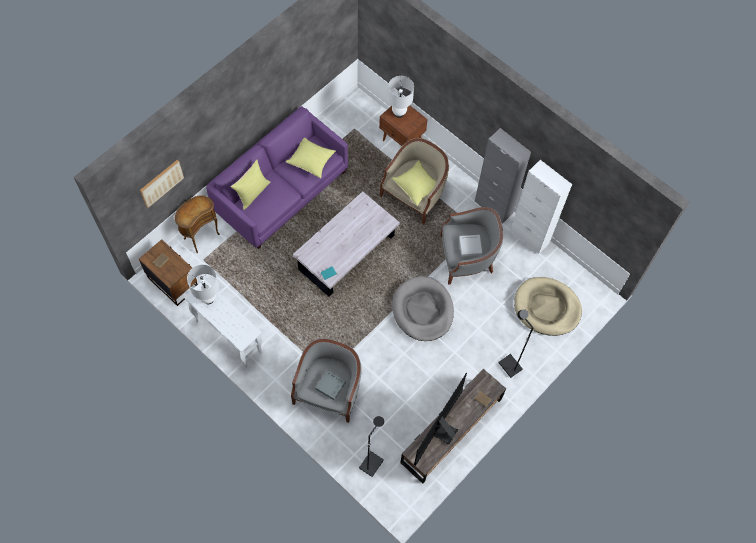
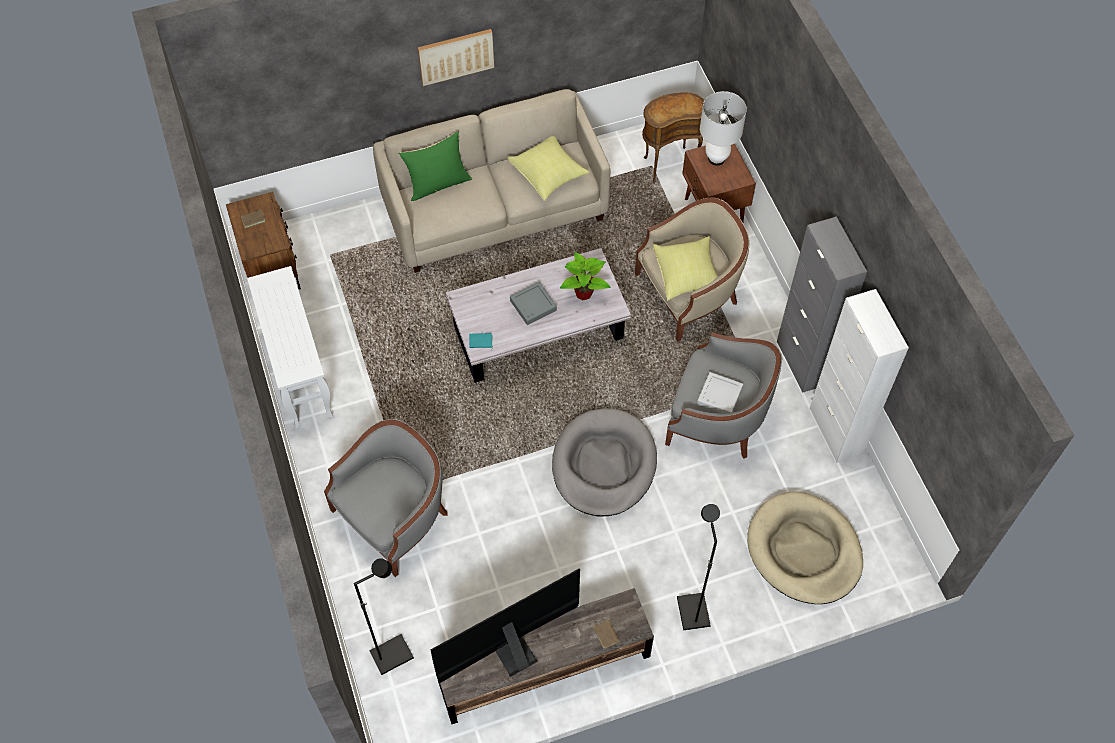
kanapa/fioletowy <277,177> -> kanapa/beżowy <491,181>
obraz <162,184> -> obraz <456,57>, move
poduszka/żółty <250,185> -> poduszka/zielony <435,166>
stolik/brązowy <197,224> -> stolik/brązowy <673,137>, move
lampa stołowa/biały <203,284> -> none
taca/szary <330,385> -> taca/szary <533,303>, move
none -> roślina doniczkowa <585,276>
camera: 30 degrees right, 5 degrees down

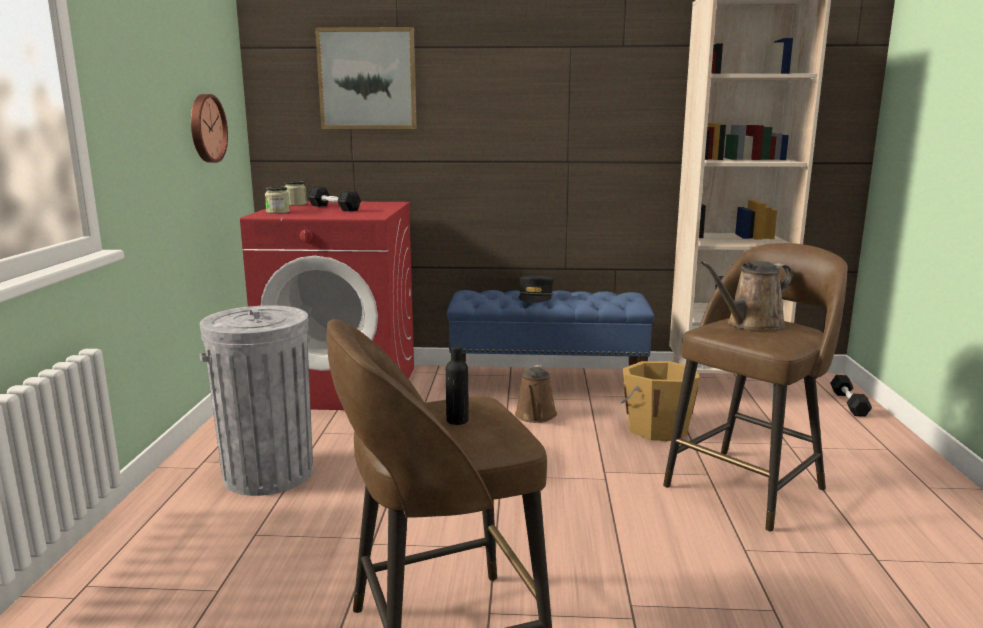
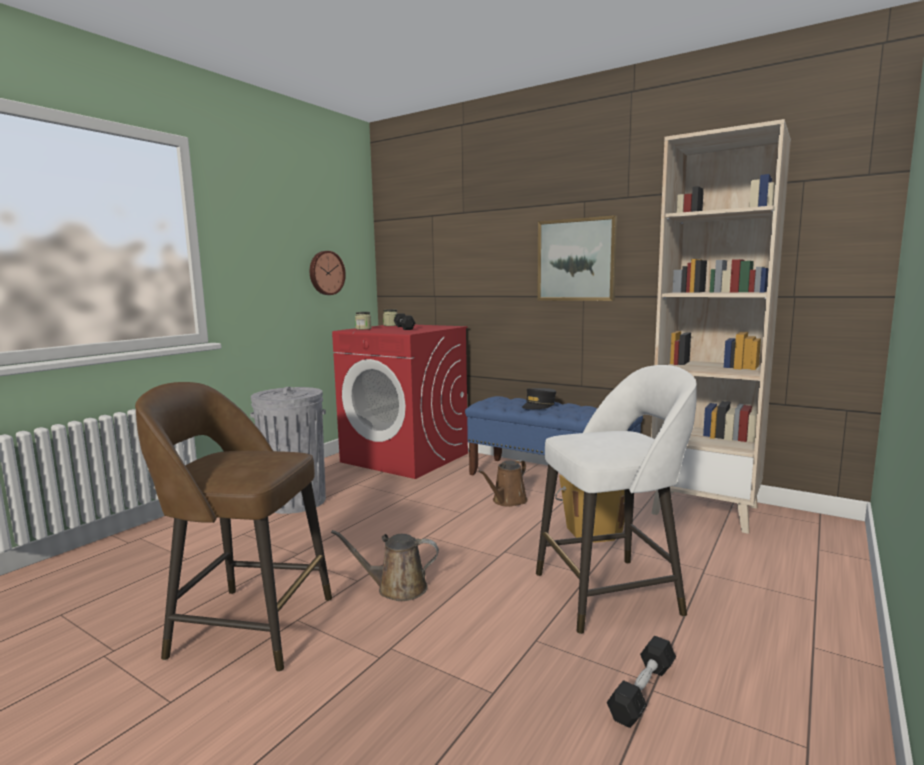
obraz <366,78> -> obraz <577,258>, move
stołek/brązowy <755,387> -> stołek/biały <616,499>
konewka/brązowy <746,295> -> konewka/brązowy <385,565>, move
butelka/czarny <457,385> -> none
hantel/czarny <851,396> -> hantel/czarny <641,682>, move
camera: 30 degrees right, 5 degrees down

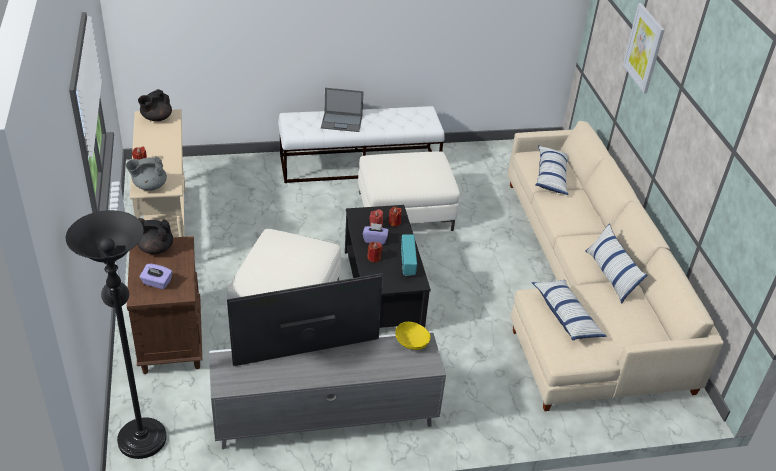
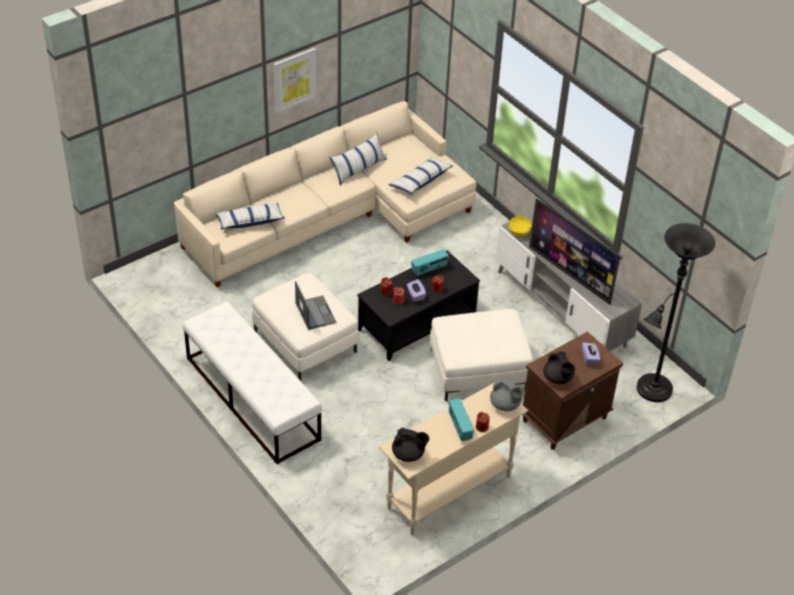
obraz <643,48> -> obraz <294,80>, move
laptop <342,110> -> laptop <316,305>, move
none -> radio <461,419>
camera: 115 degrees left, 5 degrees up

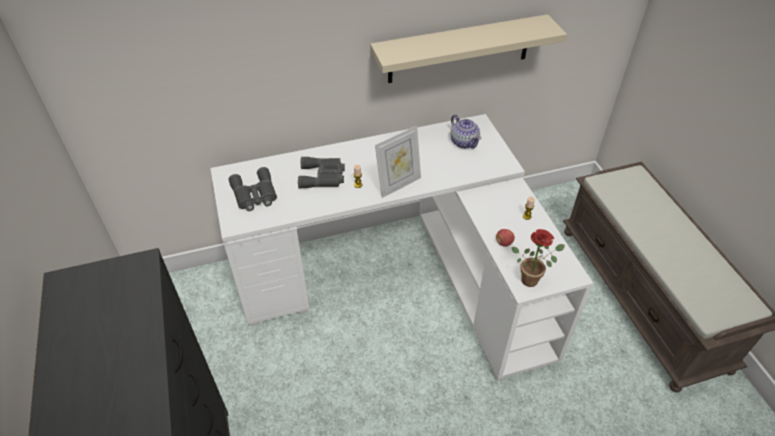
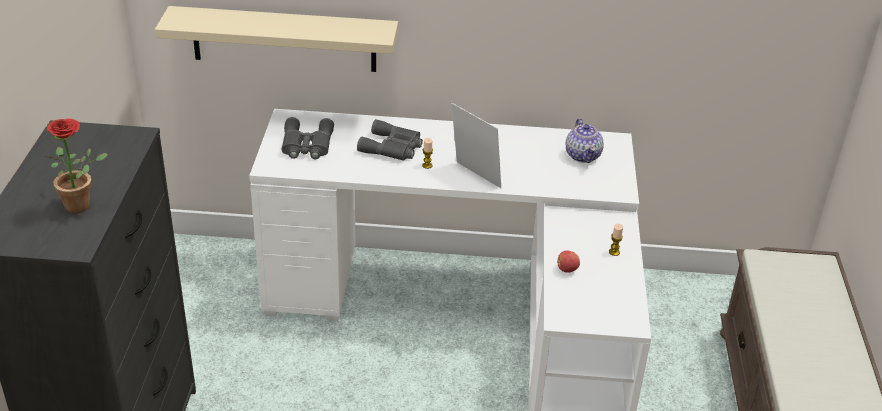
półka/beżowy <468,48> -> półka/beżowy <276,39>, move
ramka na zdjęcie <398,162> -> ramka na zdjęcie <476,145>, 120 degrees counterclockwise
roślina doniczkowa <538,258> -> roślina doniczkowa <76,166>, move
camera: 20 degrees right, 10 degrees down

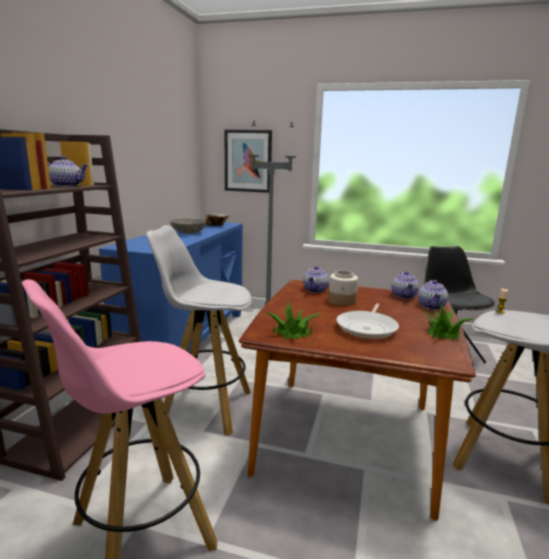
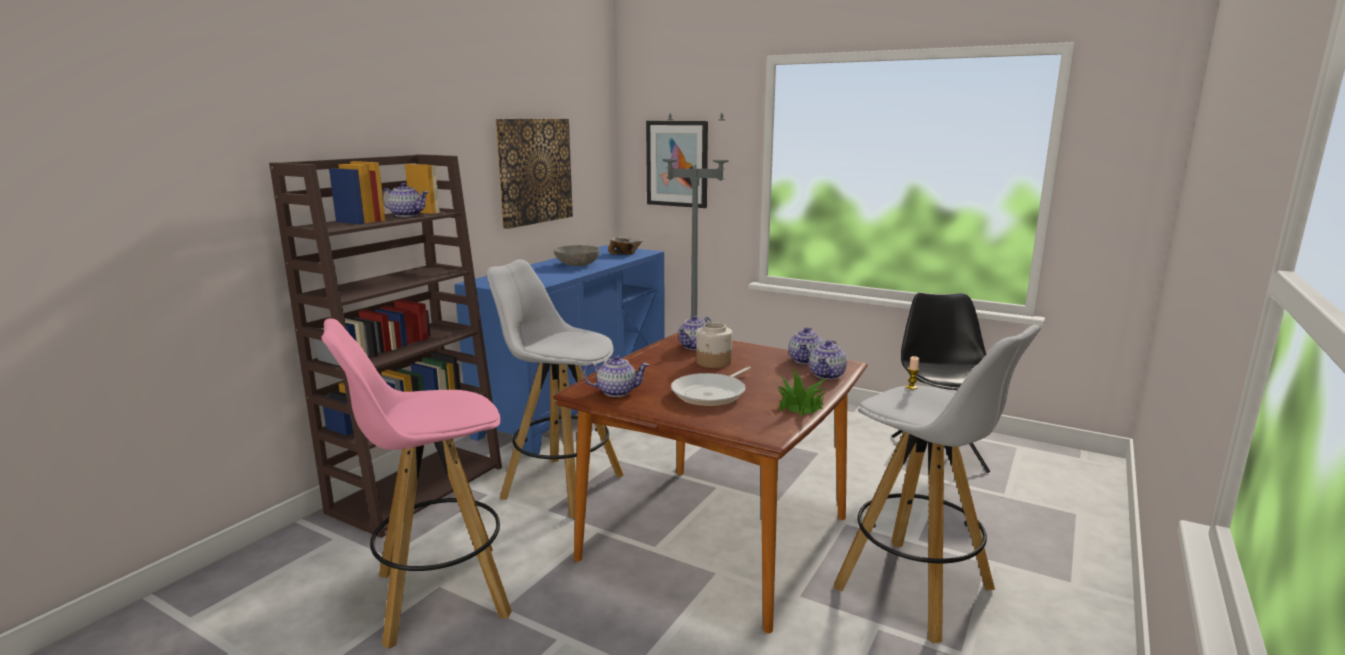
roślina doniczkowa <293,319> -> imbryk <616,376>
none -> obraz <534,174>
camera: 15 degrees right, 0 degrees up

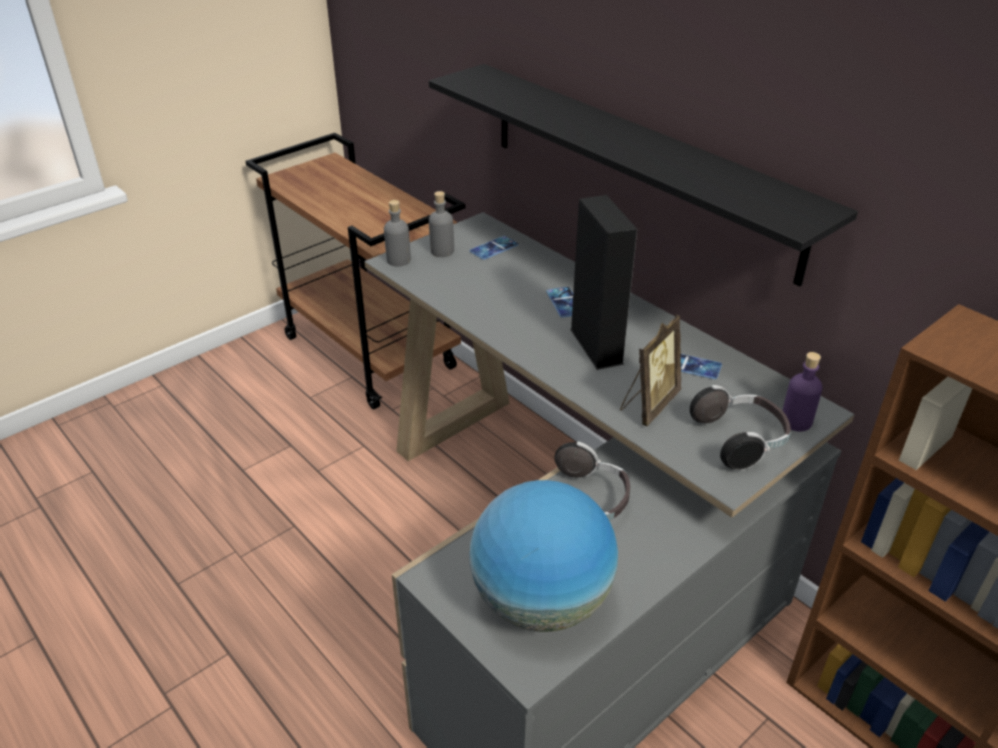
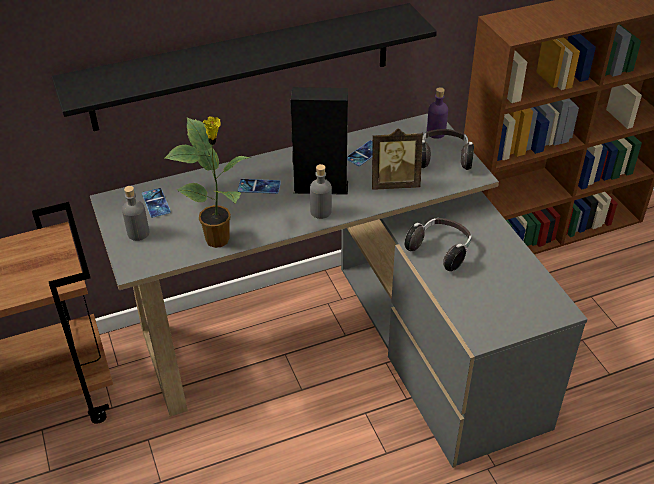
butelka/szary <397,233> -> butelka/szary <321,191>, move
ramka na zdjęcie <650,370> -> ramka na zdjęcie <397,159>, 120 degrees clockwise
globus <544,556> -> none
none -> roślina doniczkowa <208,182>
camera: 70 degrees left, 5 degrees up

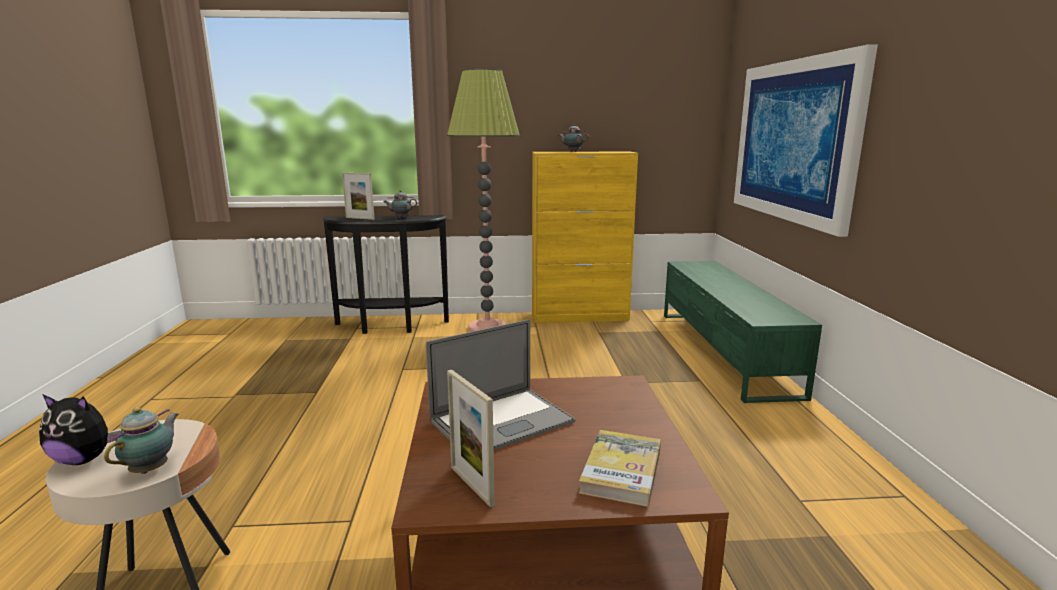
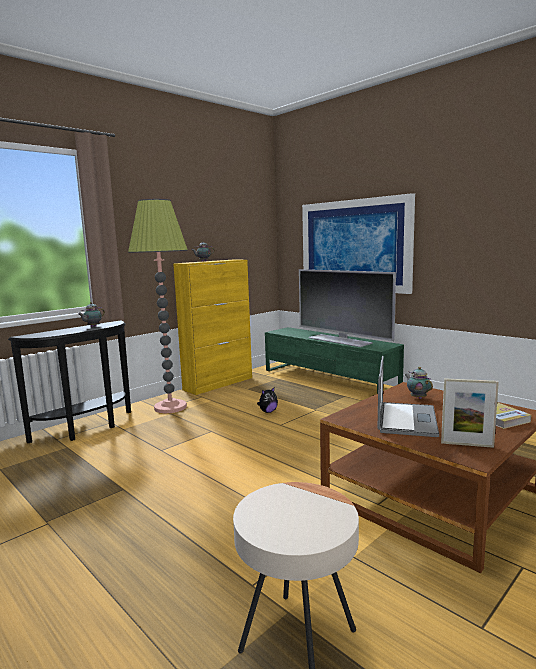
ramka na zdjęcie <358,196> -> none
pluszak <80,429> -> pluszak <267,400>, move
imbryk <141,440> -> imbryk <419,383>, move
none -> telewizor <347,308>
camera: 40 degrees left, 5 degrees down

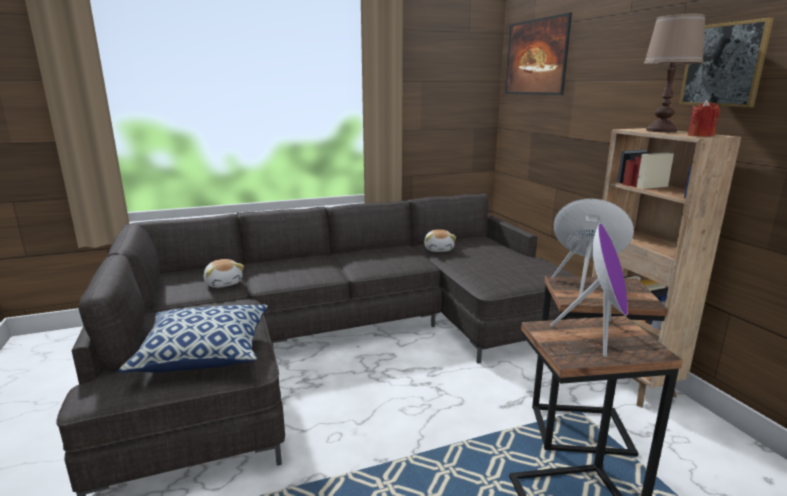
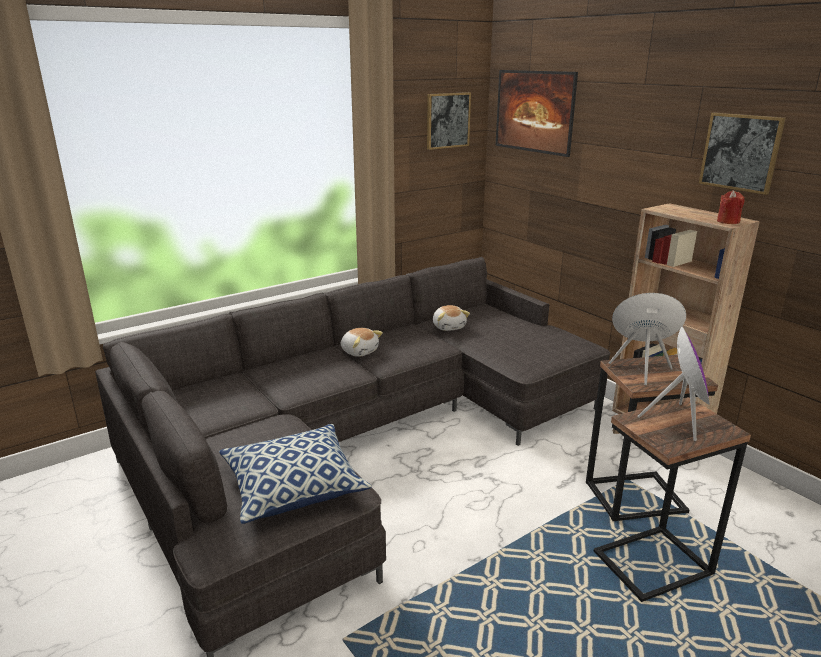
lampa stołowa/brązowy <675,73> -> none
pluszak <223,273> -> pluszak <362,342>, move
none -> obraz <449,121>
camera: 15 degrees left, 5 degrees up

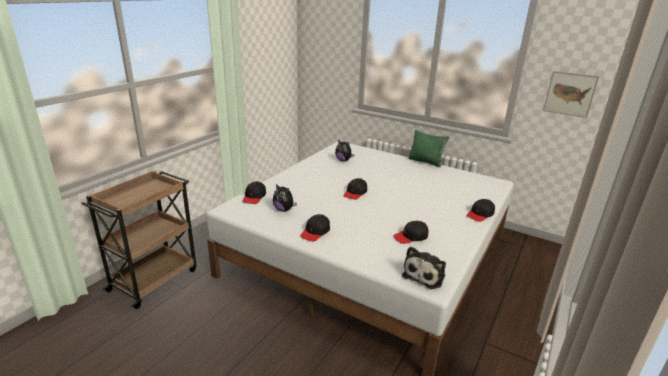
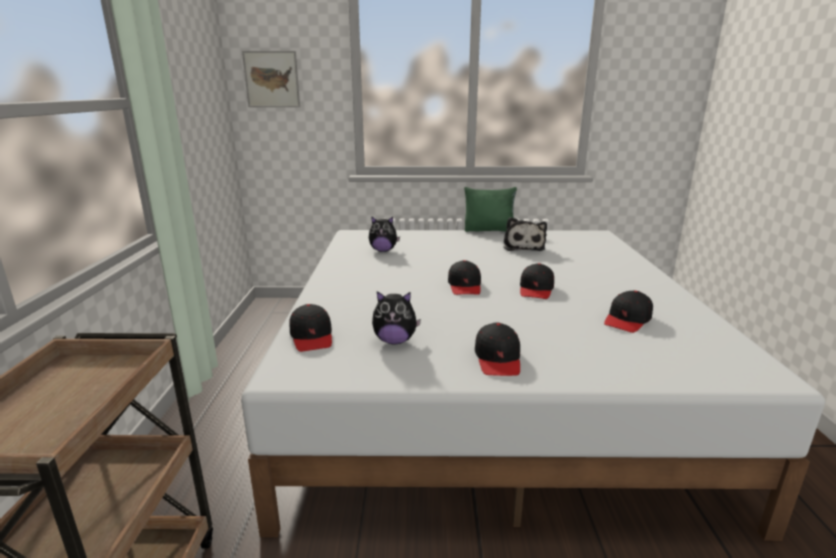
obraz <571,94> -> obraz <271,79>, move
czapka z daszkiem/czarny <480,210> -> czapka z daszkiem/czarny <537,281>, move
pluszak <424,267> -> pluszak <525,234>, move
camera: 30 degrees left, 5 degrees down

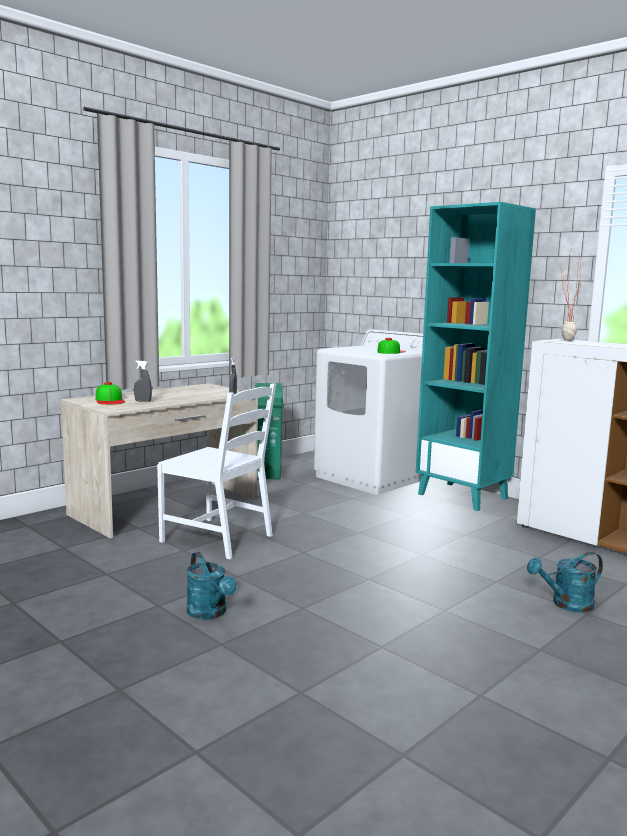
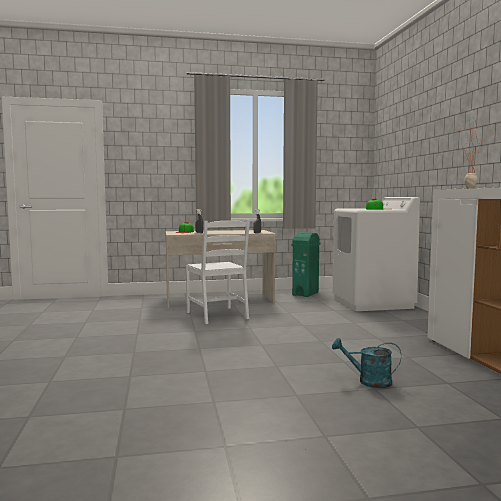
regał/turkusowy <476,356> -> none
konewka/turkusowy <211,586> -> none
camera: 35 degrees right, 5 degrees down

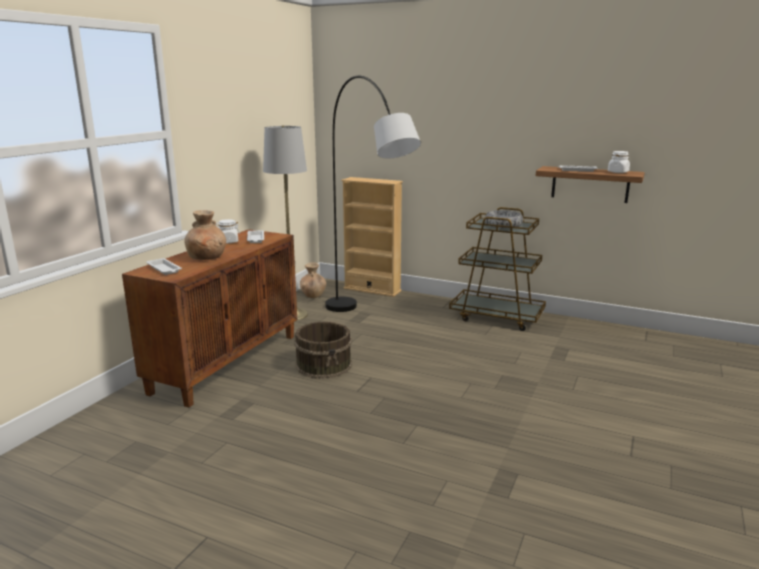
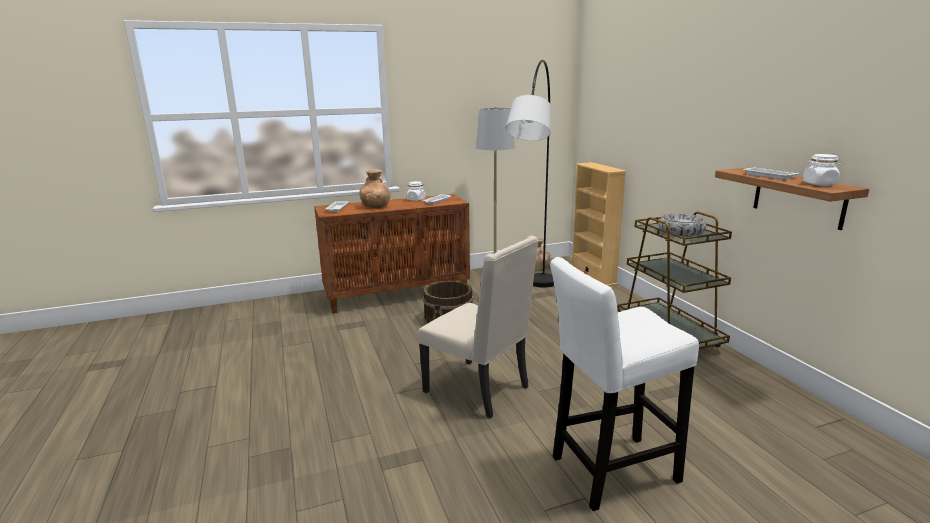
none -> krzesło/beżowy <478,327>
none -> stołek/biały <624,384>
camera: 45 degrees right, 0 degrees up

